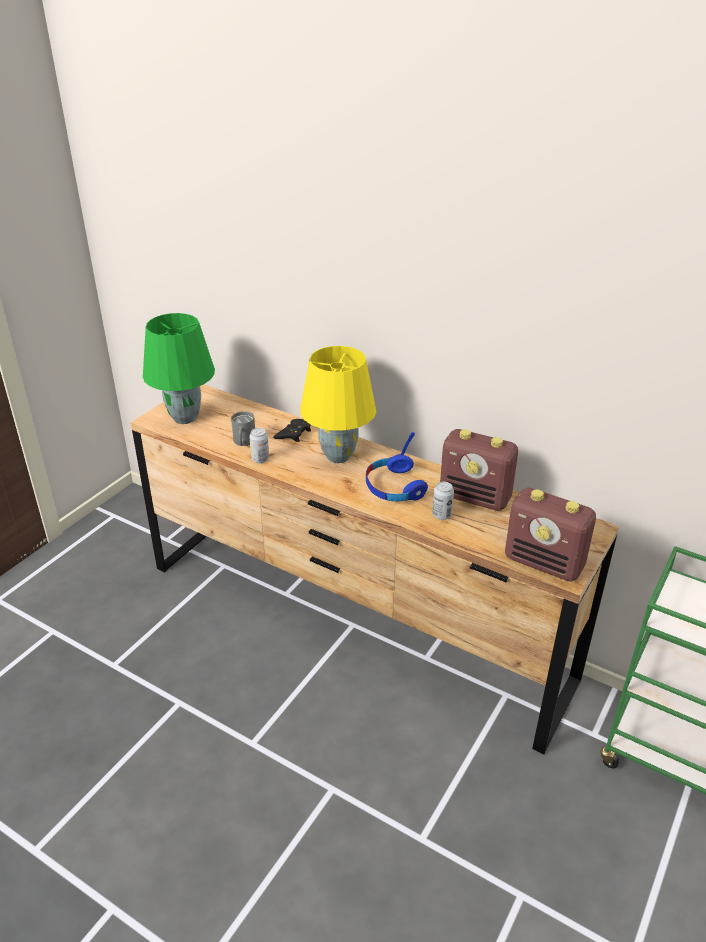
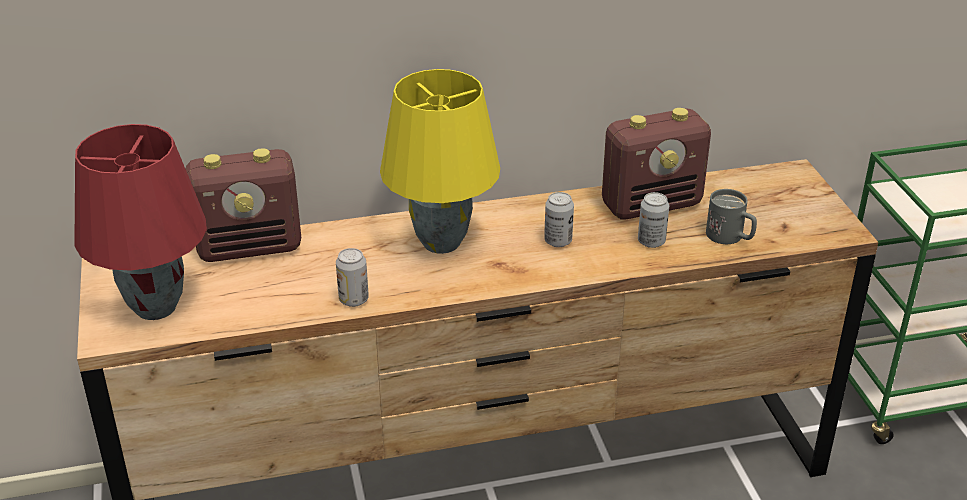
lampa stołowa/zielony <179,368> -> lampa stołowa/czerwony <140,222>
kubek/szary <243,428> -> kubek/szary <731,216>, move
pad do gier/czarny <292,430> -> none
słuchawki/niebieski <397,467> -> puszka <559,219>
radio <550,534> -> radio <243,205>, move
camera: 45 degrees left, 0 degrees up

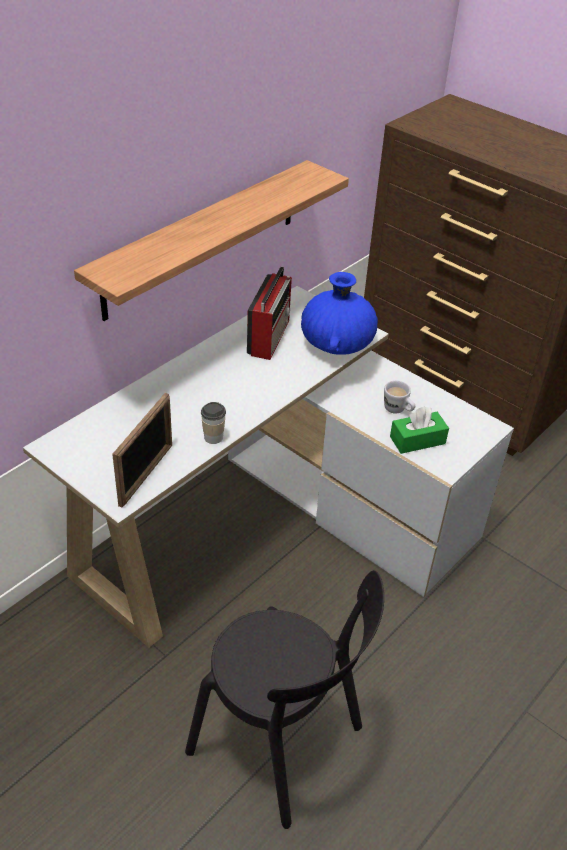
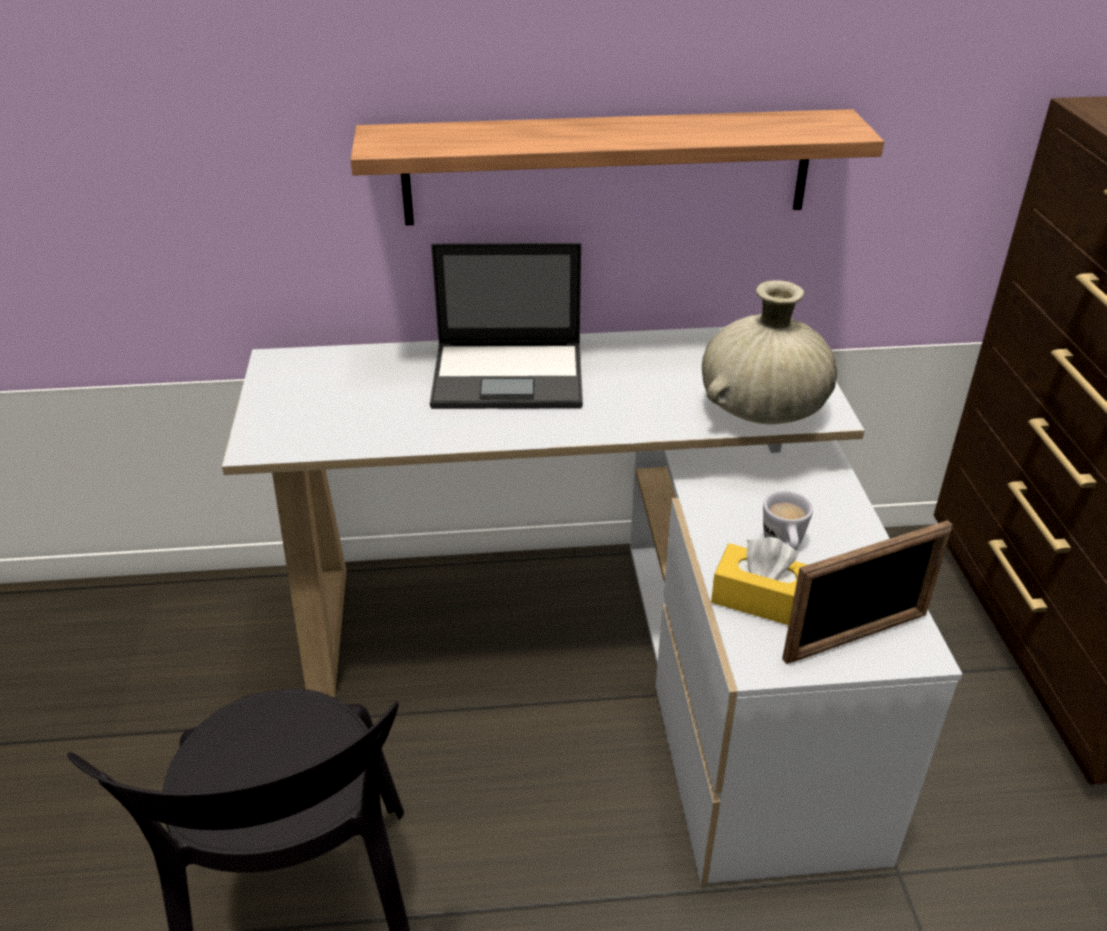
radio <269,313> -> none
wazon/niebieski <339,313> -> wazon/beżowy <769,352>
ramka na zdjęcie <142,450> -> ramka na zdjęcie <867,592>, move
filiżanka <213,423> -> none
pudełko chusteczek/zielony <419,430> -> pudełko chusteczek/żółty <759,581>
none -> laptop <506,326>
camera: 45 degrees right, 5 degrees down

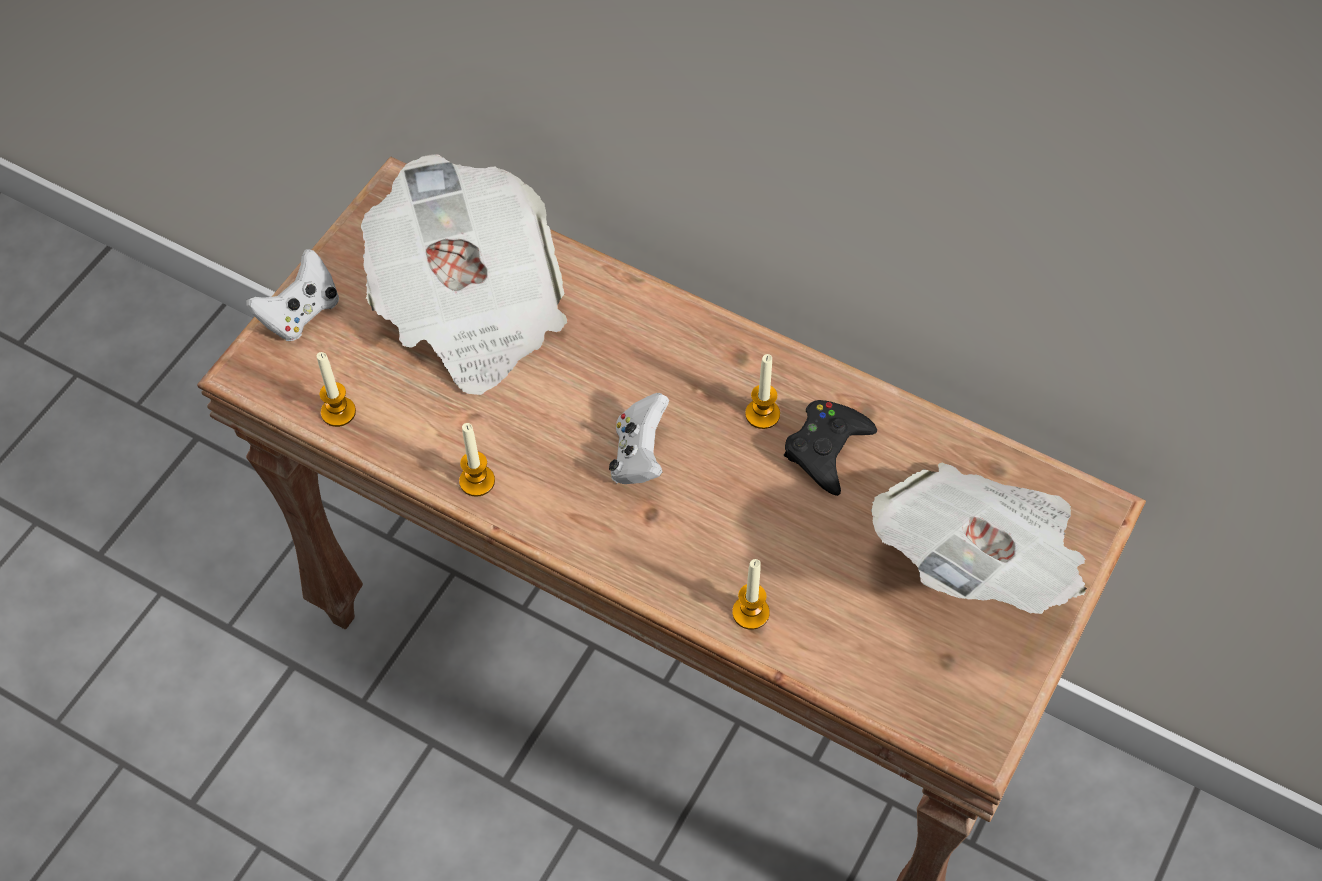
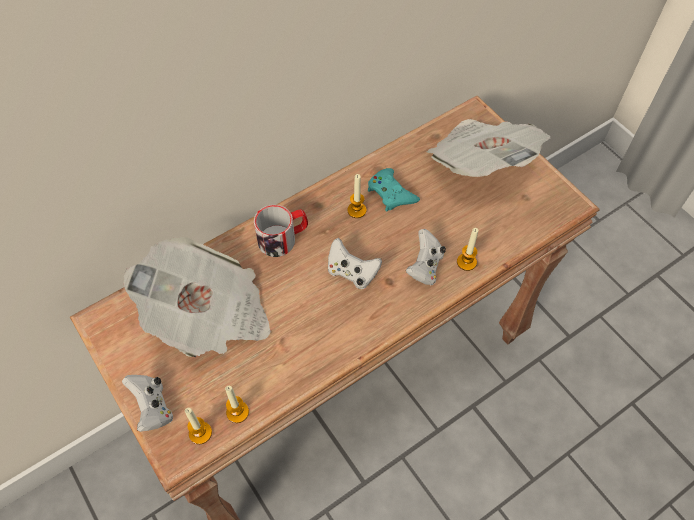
pad do gier/czarny <830,448> -> pad do gier/turkusowy <394,189>
świeca <477,460> -> świeca <198,426>, move
none -> kubek <281,231>
none -> pad do gier/biały <426,257>
camera: 65 degrees left, 0 degrees up

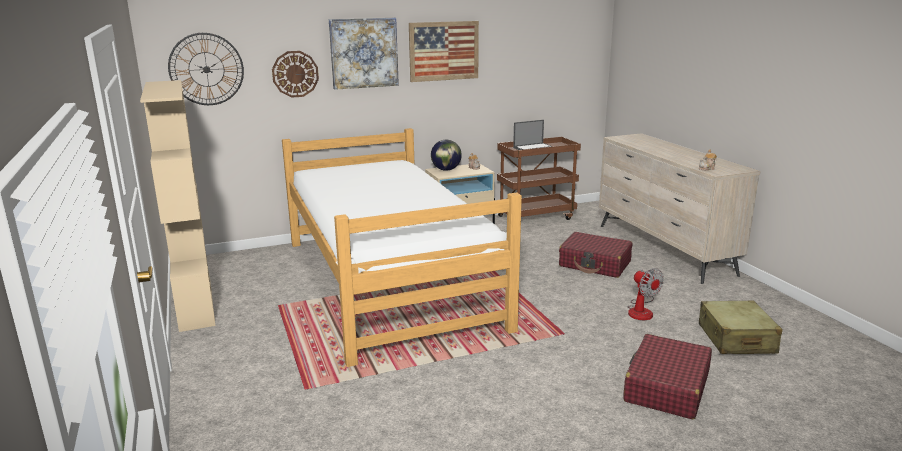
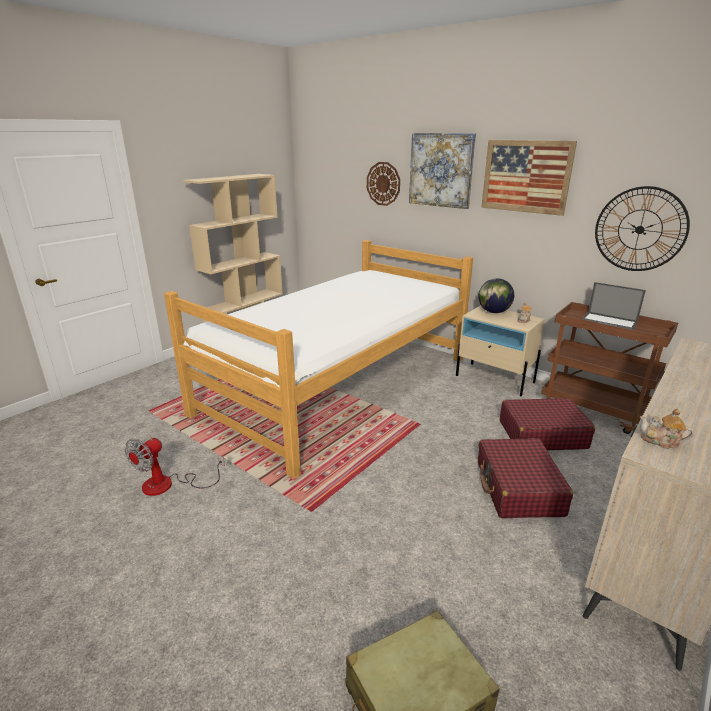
zegar ścienny <206,69> -> zegar ścienny <642,228>, move
wentylator <646,294> -> wentylator <175,466>, move
walizka/czerwony <667,376> -> walizka/czerwony <547,424>, move
camera: 60 degrees right, 5 degrees up

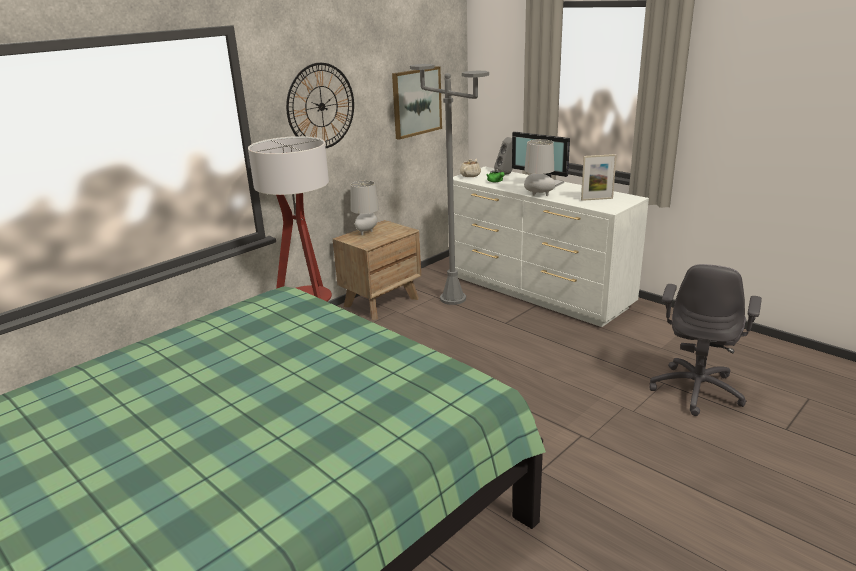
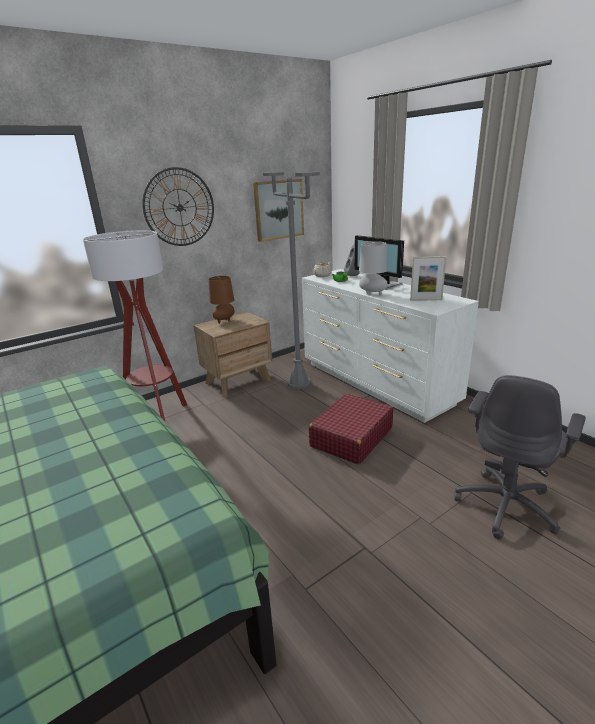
lampa stołowa/szary <365,208> -> lampa stołowa/brązowy <222,300>
none -> walizka/czerwony <351,429>
camera: 10 degrees right, 0 degrees up

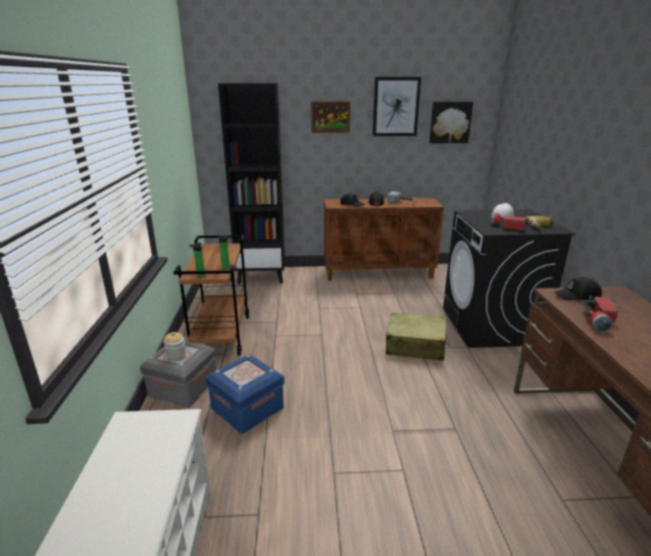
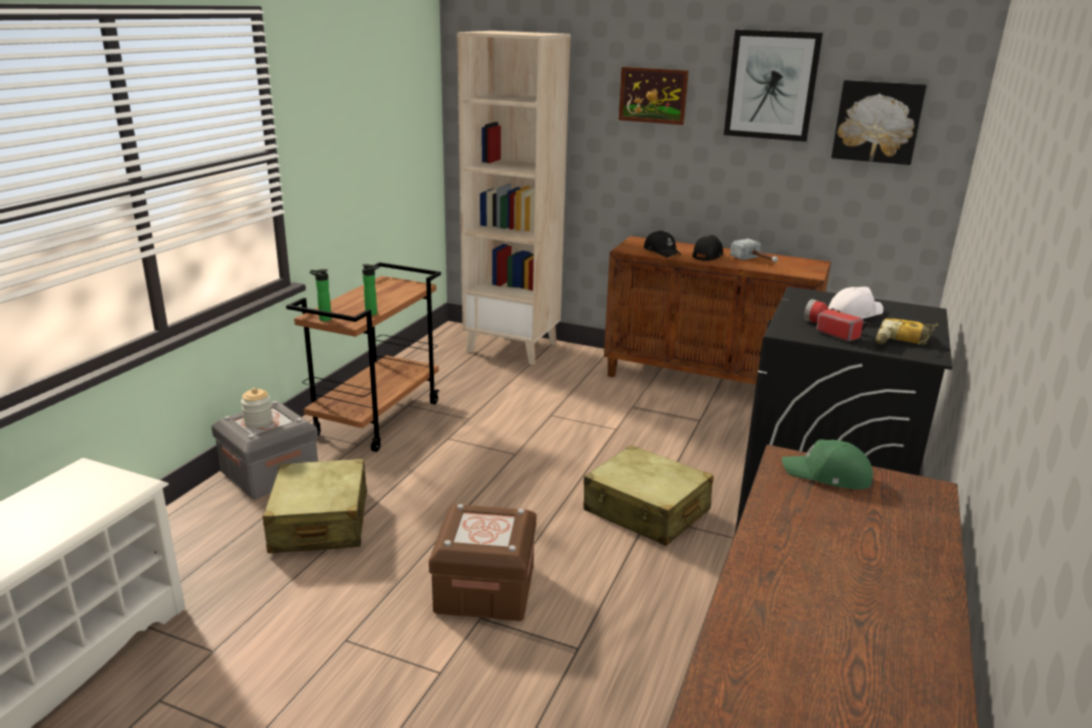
regał/czarny <251,183> -> regał/beżowy <514,198>
czapka z daszkiem/czarny <578,288> -> czapka z daszkiem/zielony <827,465>
latarka <599,314> -> none
pojemnik do przechowywania/niebieski <245,394> -> walizka/beżowy <315,505>
none -> pojemnik do przechowywania/brązowy <483,562>
camera: 25 degrees right, 0 degrees up

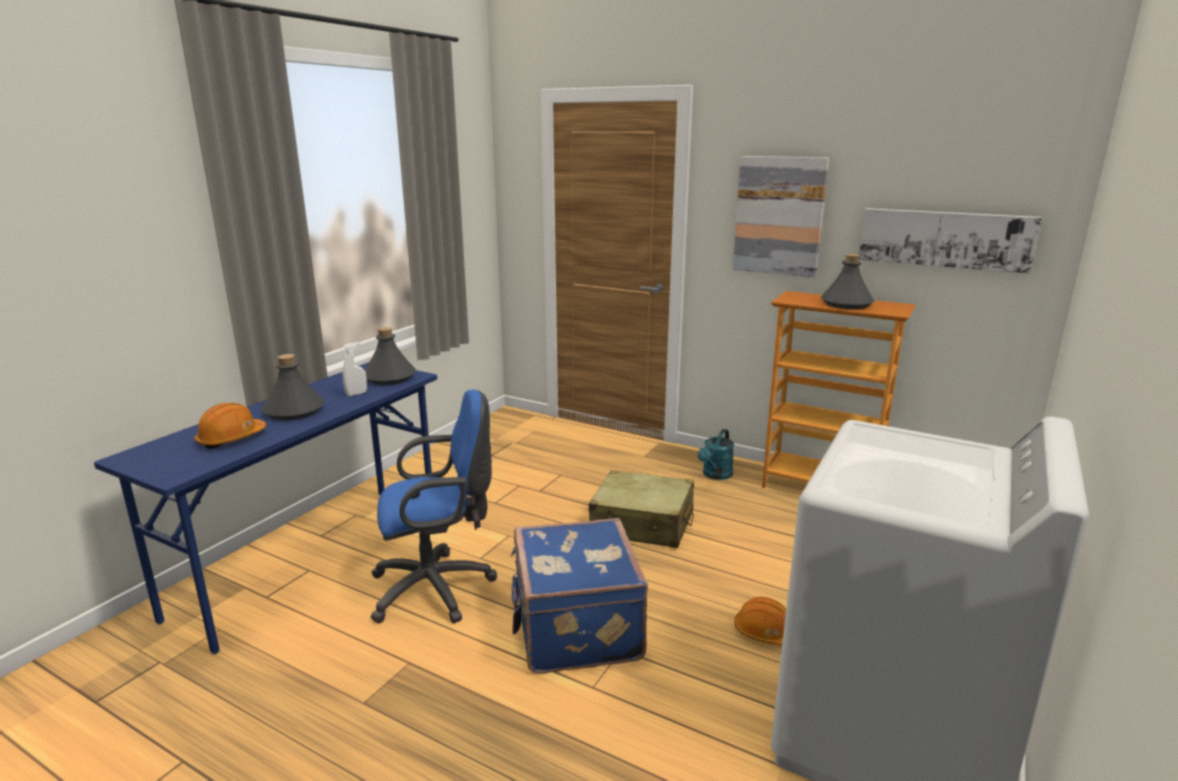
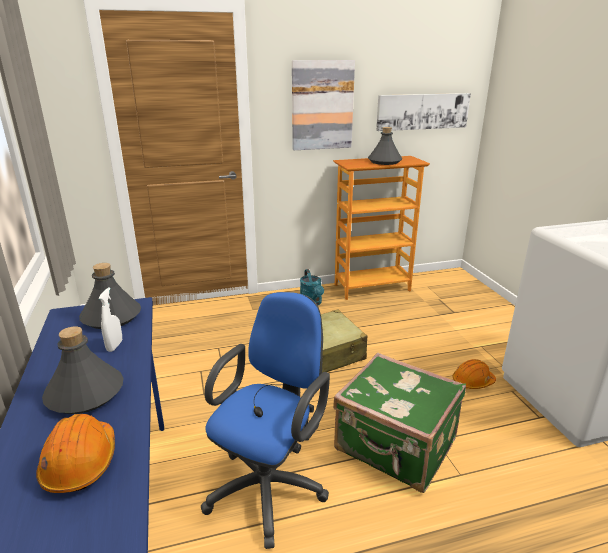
walizka/niebieski <579,595> -> walizka/zielony <399,423>
camera: 45 degrees left, 5 degrees up

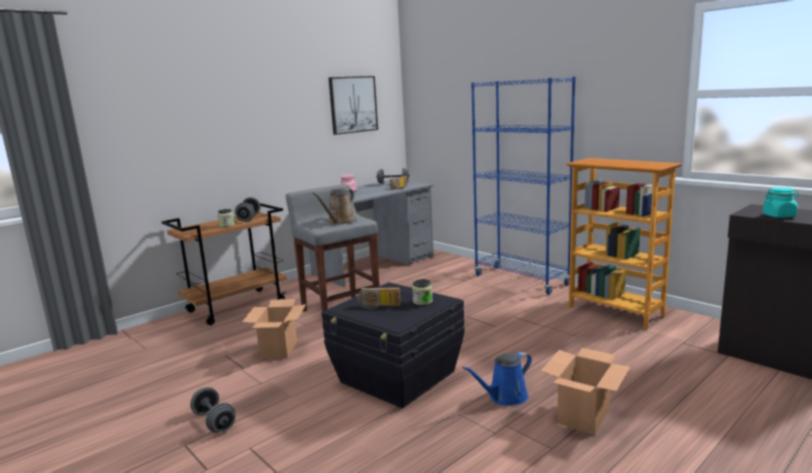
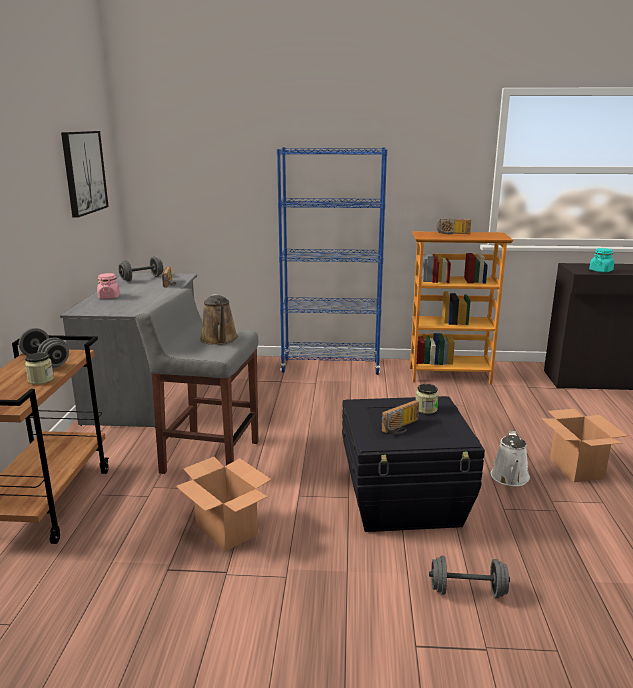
konewka/niebieski <497,379> -> konewka/biały <510,458>
hantel/szary <213,410> -> hantel/szary <469,577>, move
none -> radio <454,226>
camera: 45 degrees left, 5 degrees up

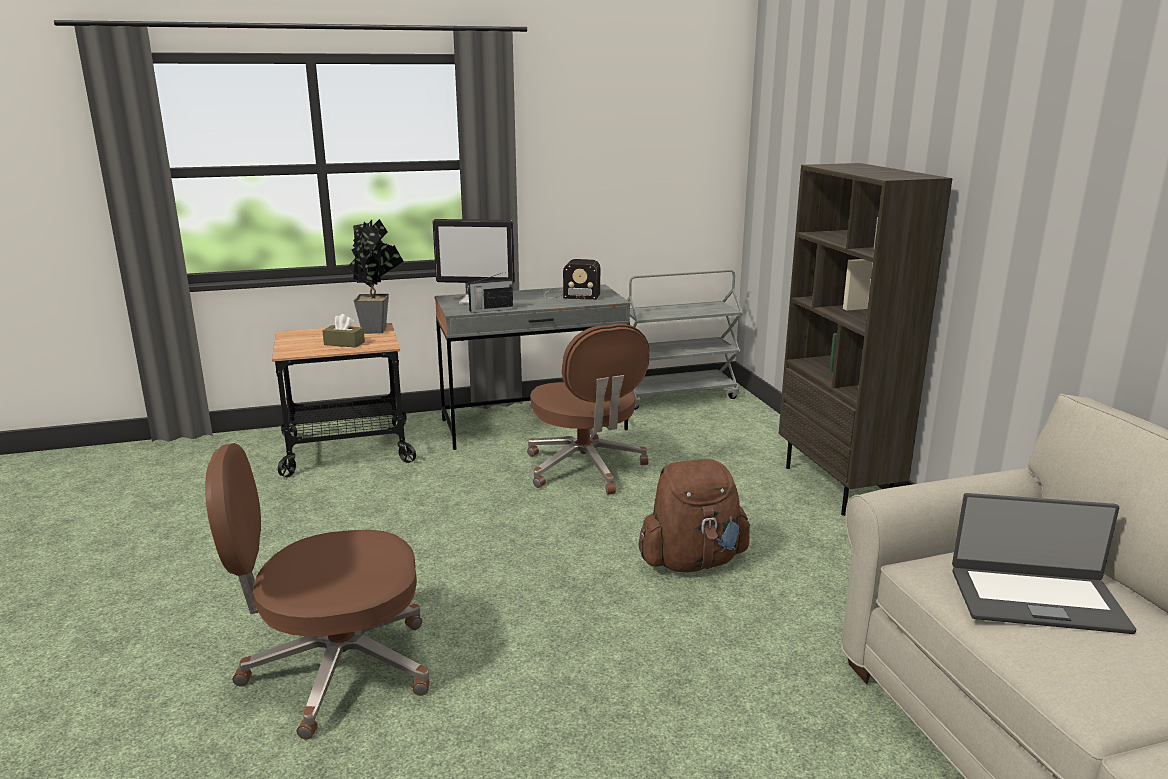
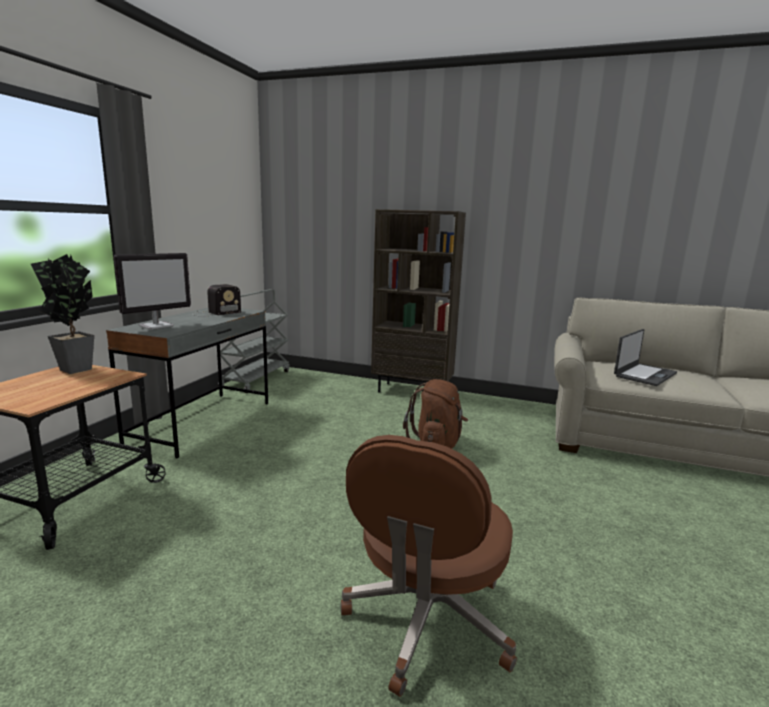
radio <490,293> -> none
pudełko chusteczek/brązowy <343,331> -> none
krzesło biurowe/brązowy <588,408> -> none
camera: 55 degrees left, 5 degrees down

